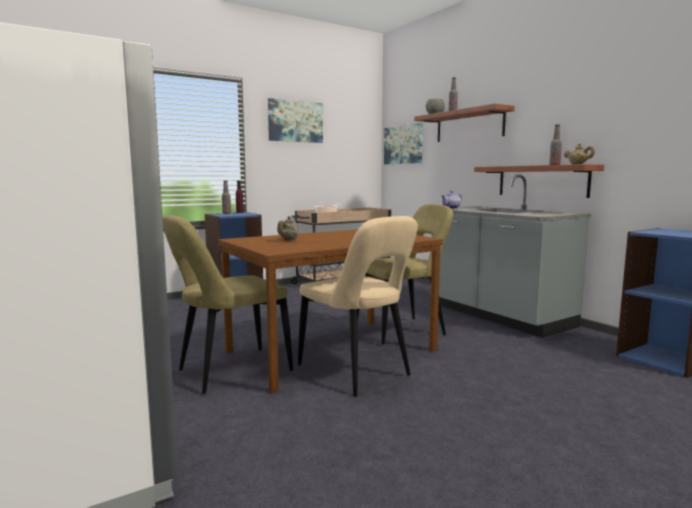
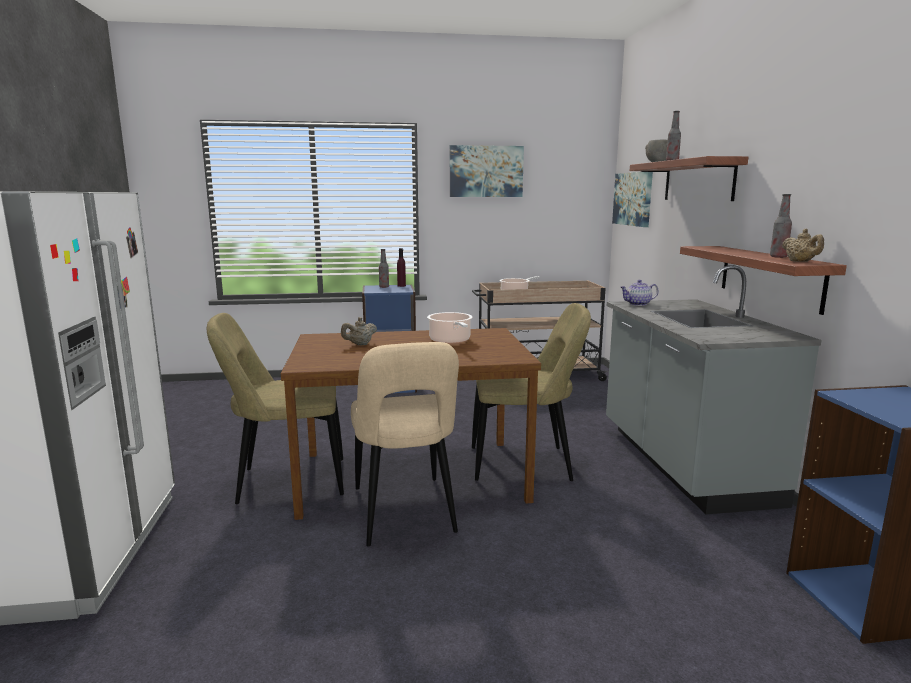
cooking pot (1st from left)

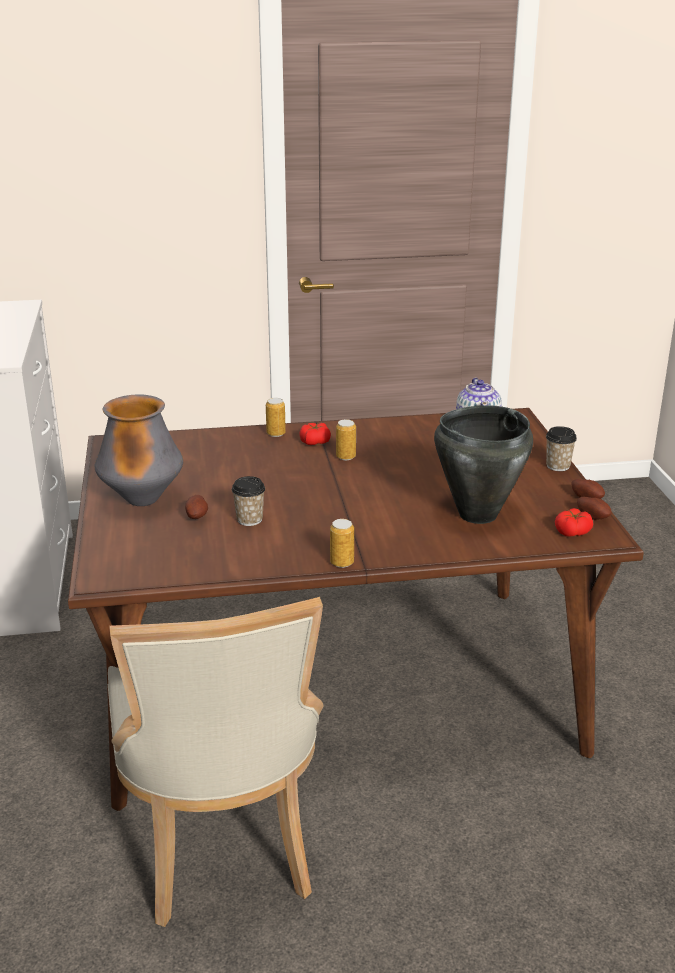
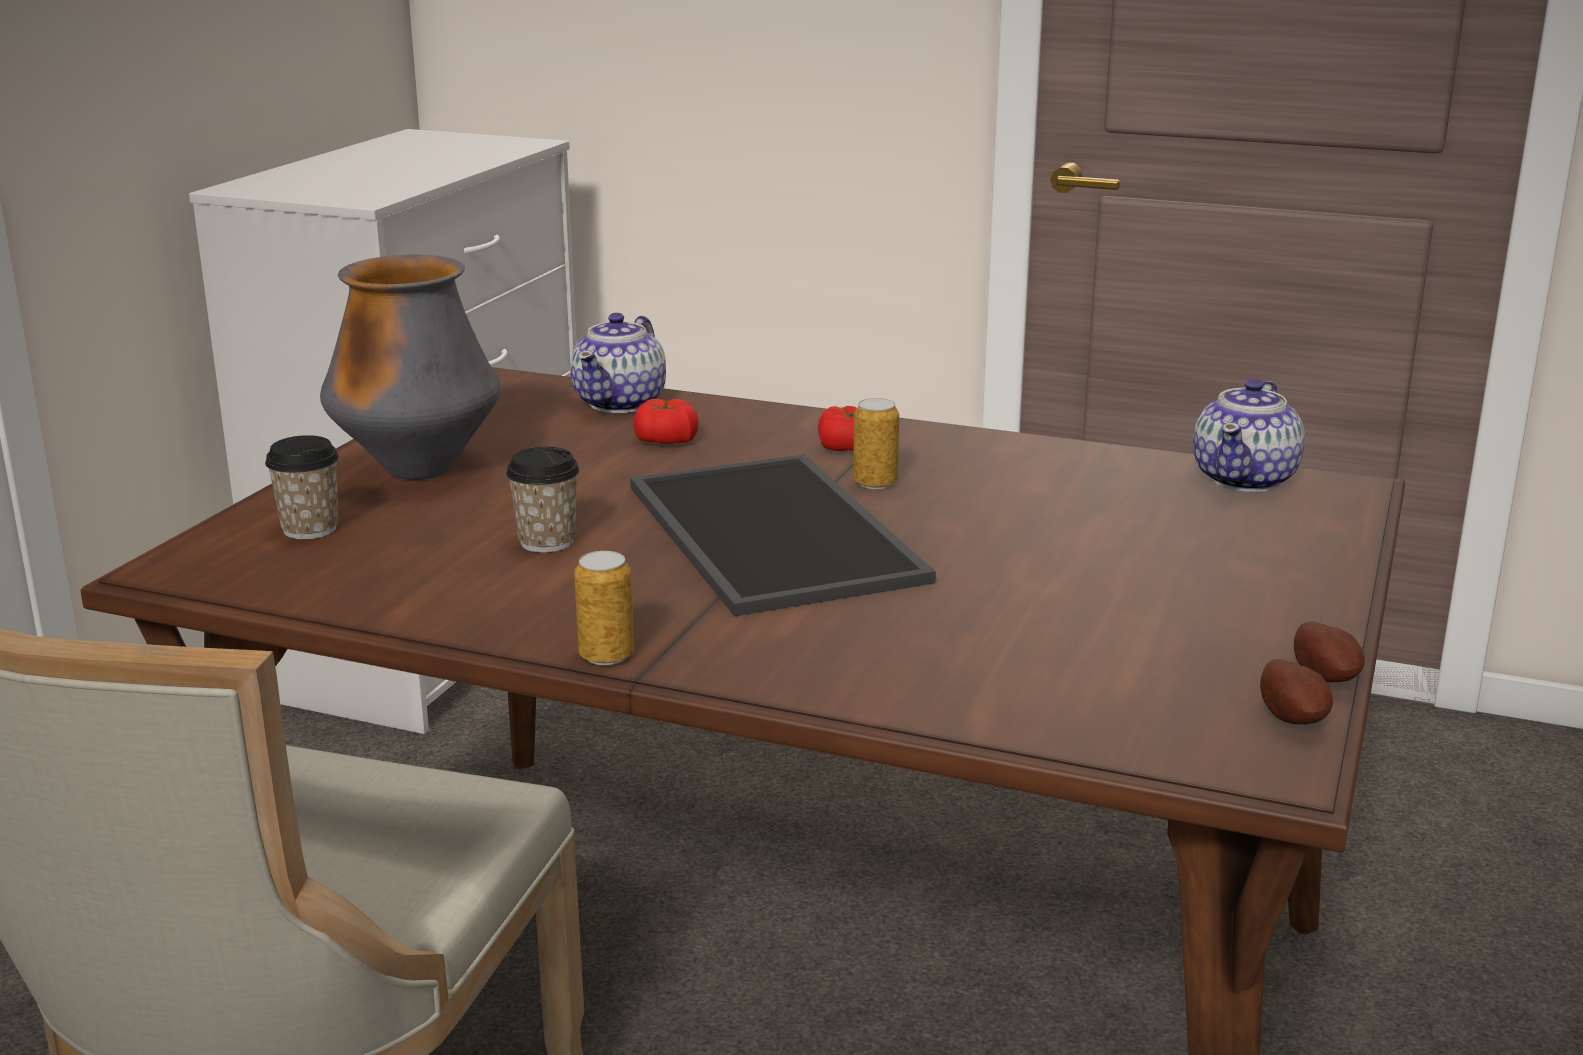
potato (1st from left in the first image)
can (1st from left in the first image)
black cooking pot
teapot (1st from left)
tray
cup (1st from left)
tomato (1st from left)

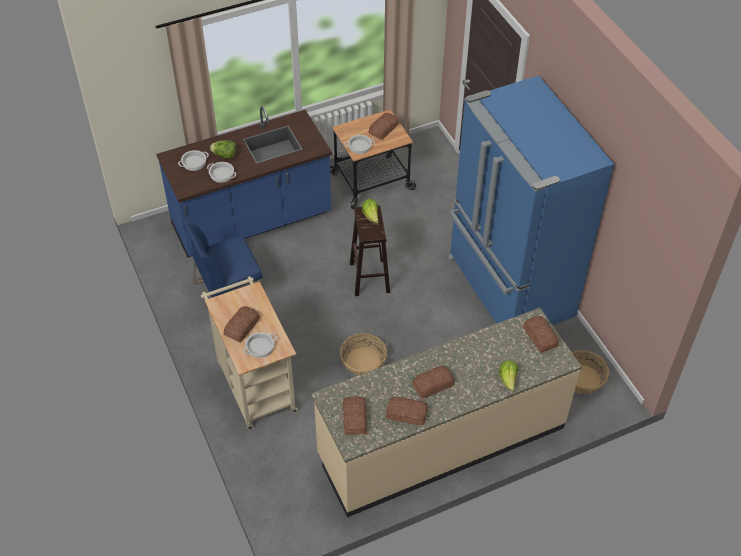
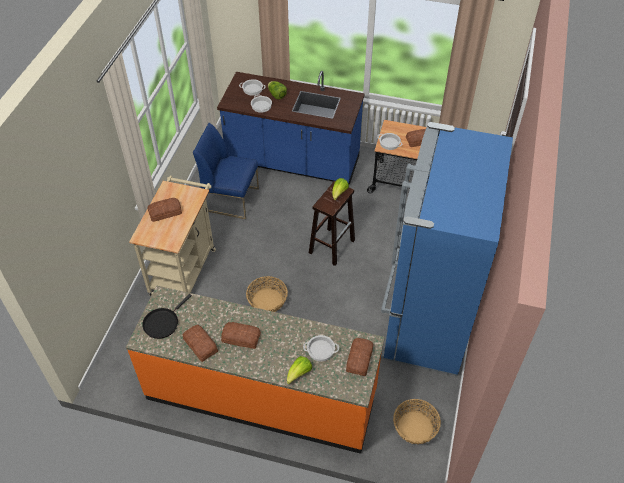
cooking pot (3rd from left)
black frying pan
orange counter

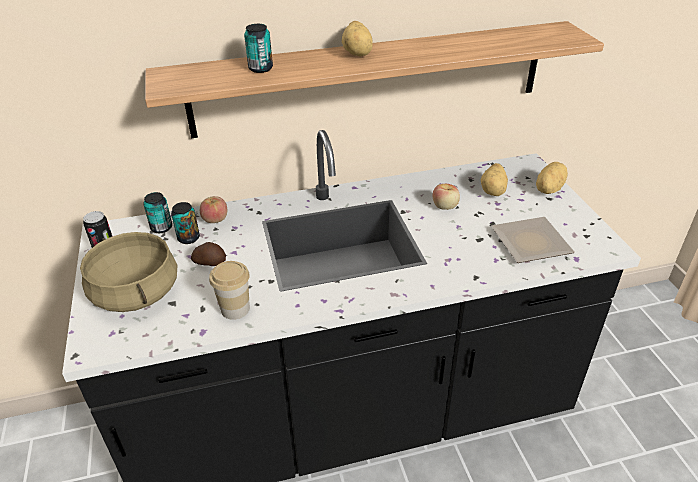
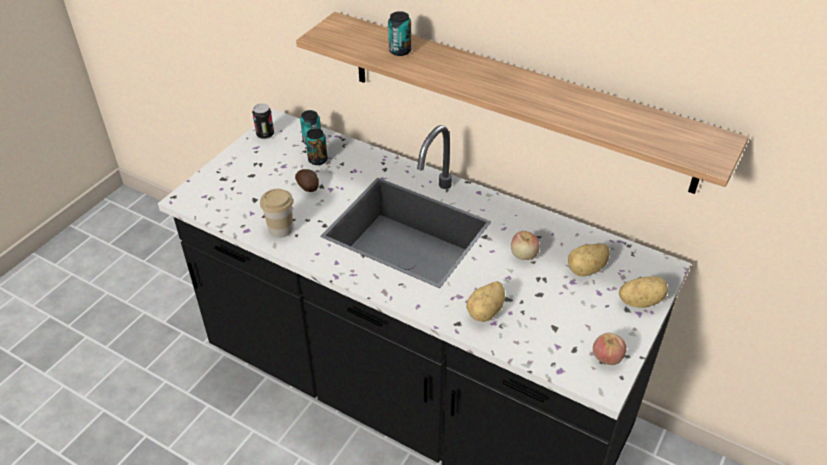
beige cooking pot
plate
apple (2nd from left)
potato (2nd from left)

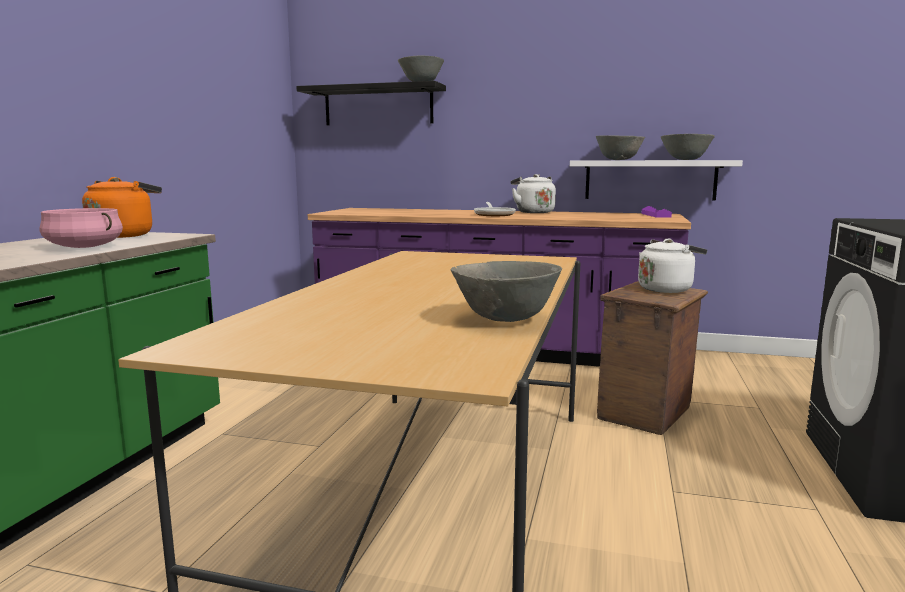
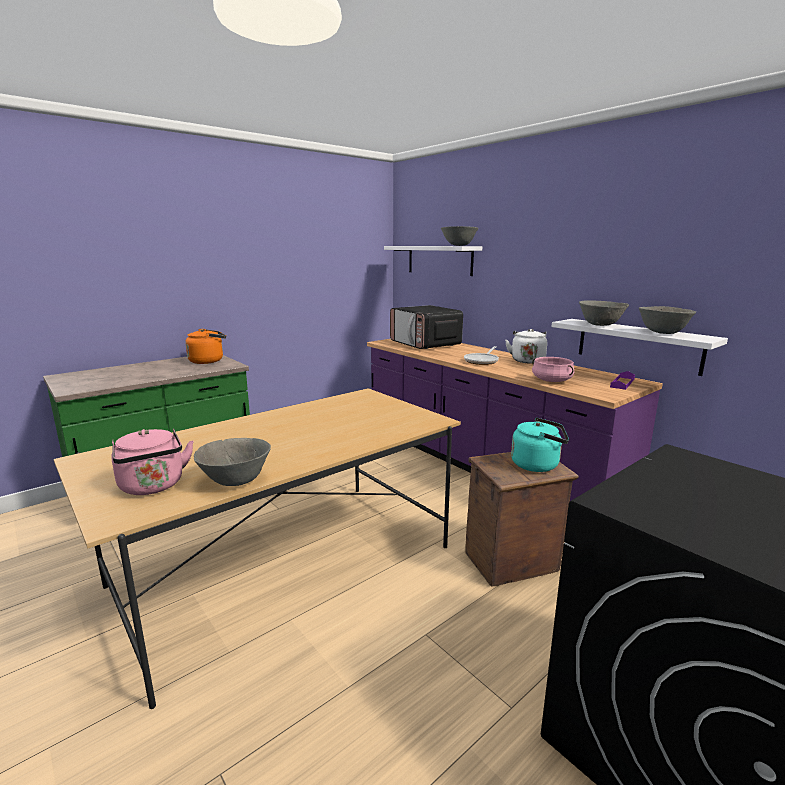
pink kettle
microwave
pink cooking pot
white shelf (1st from left)
turquoise kettle

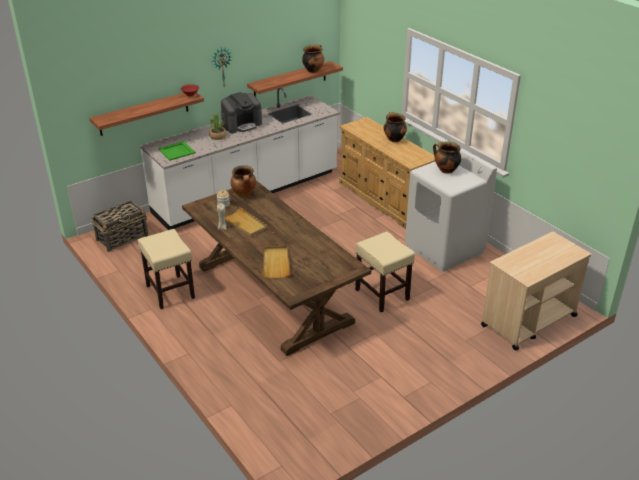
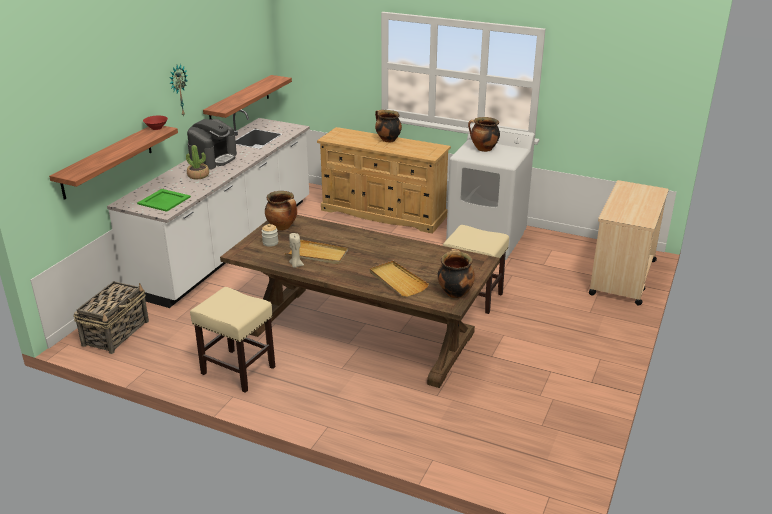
cooking pot (3rd from left)

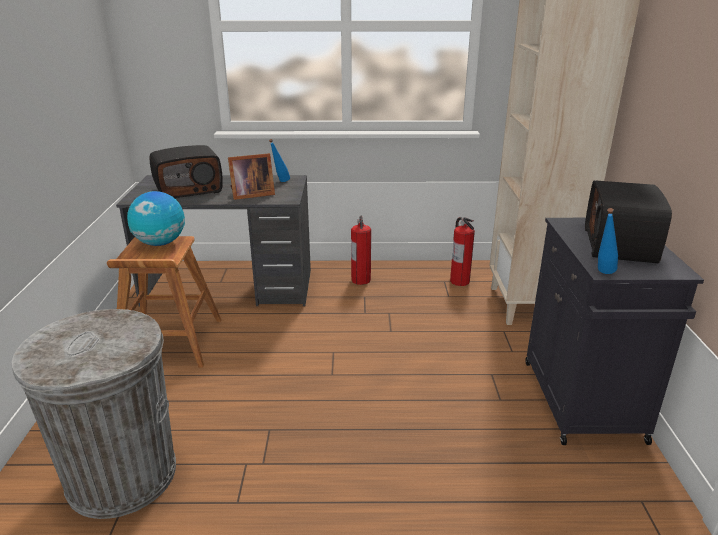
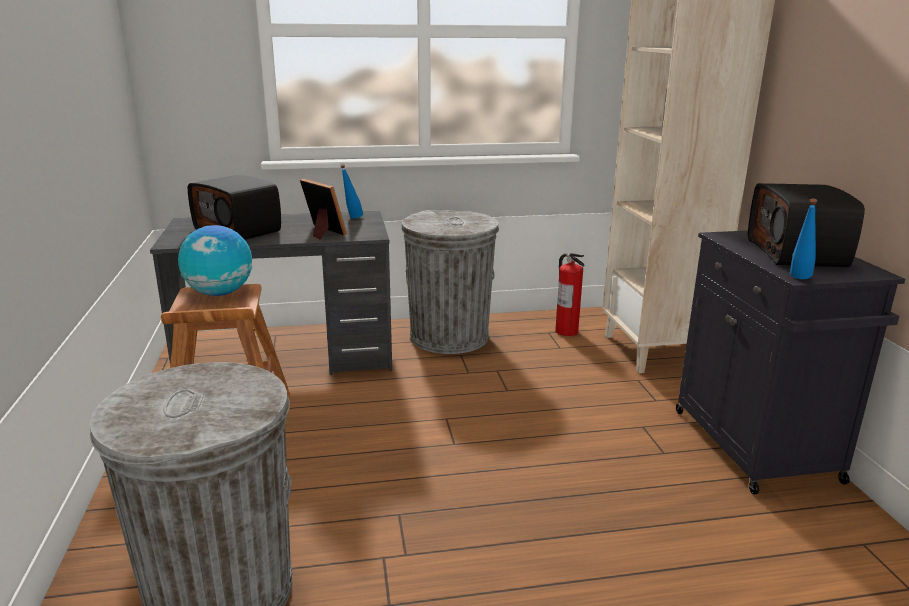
grey trash can (2nd from left)
radio (1st from left)
picture frame

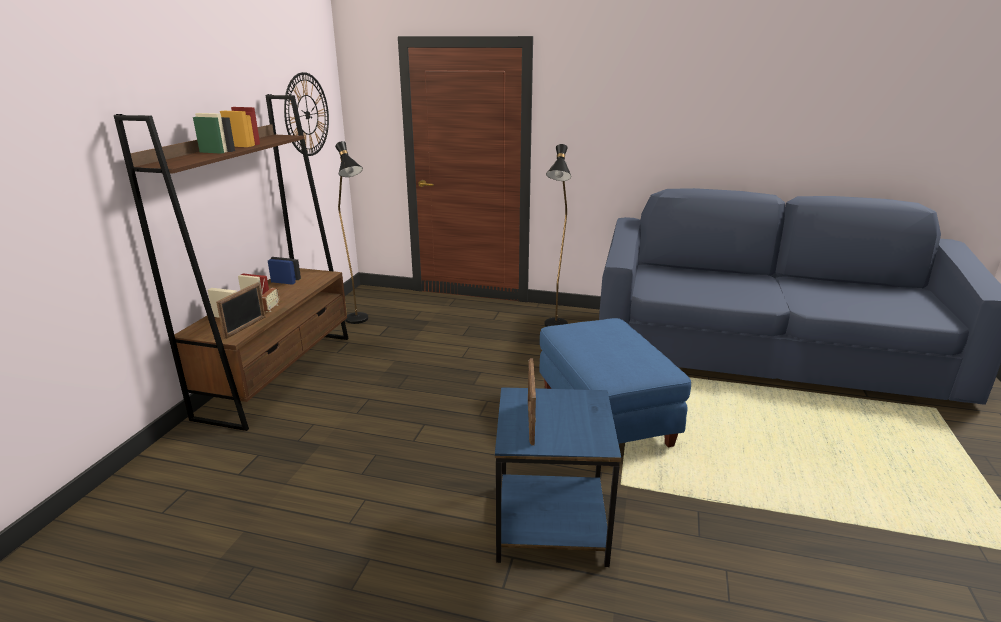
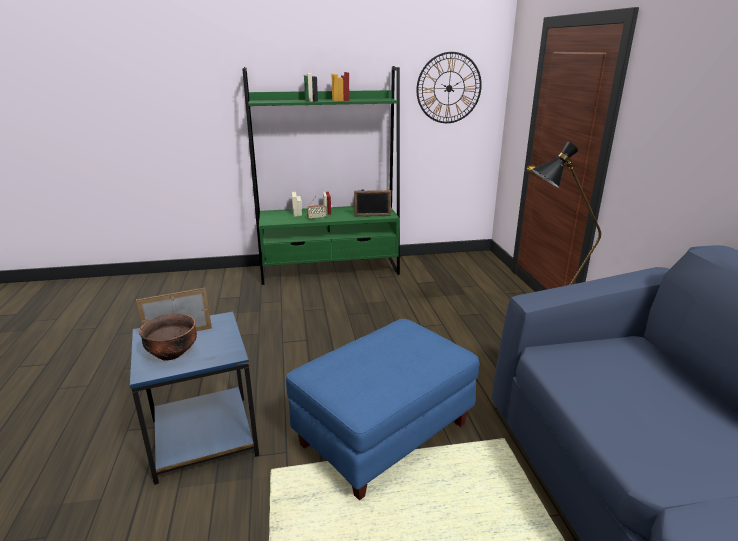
black floor lamp (1st from left in the first image)
brown bowl
picture frame (2nd from left)
green bookcase

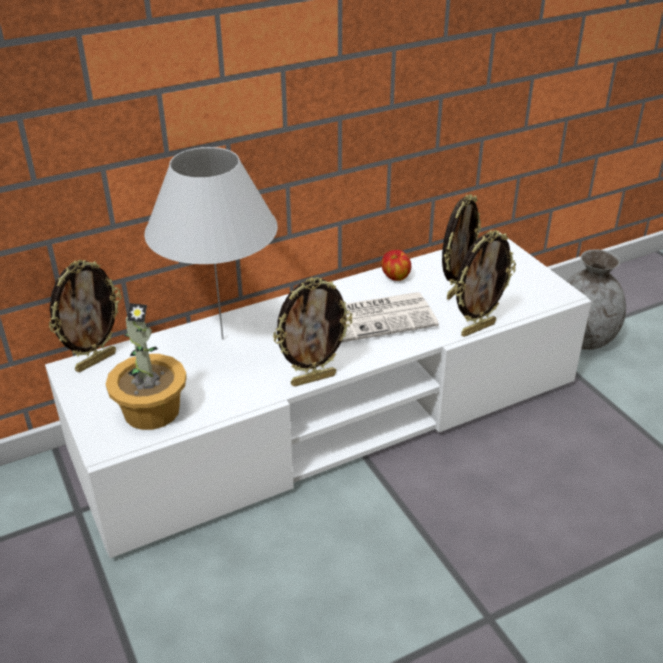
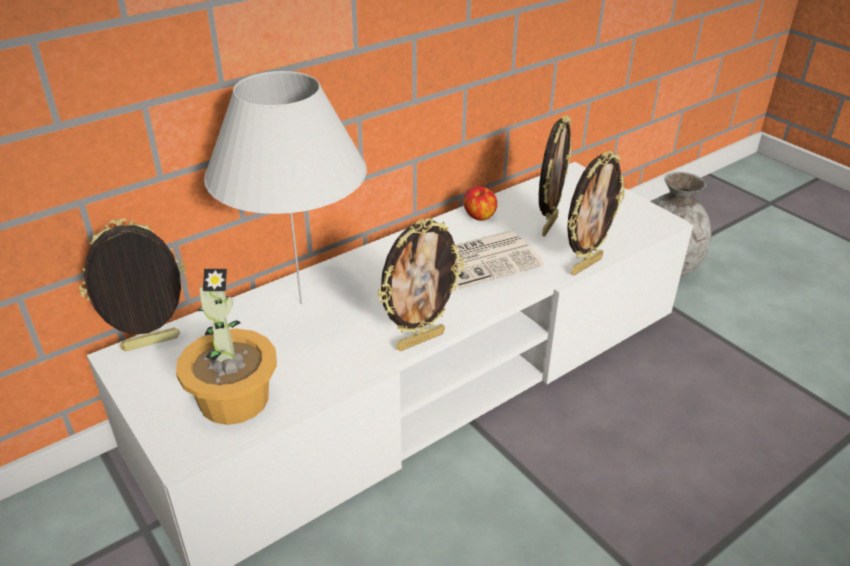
picture frame (1st from left)

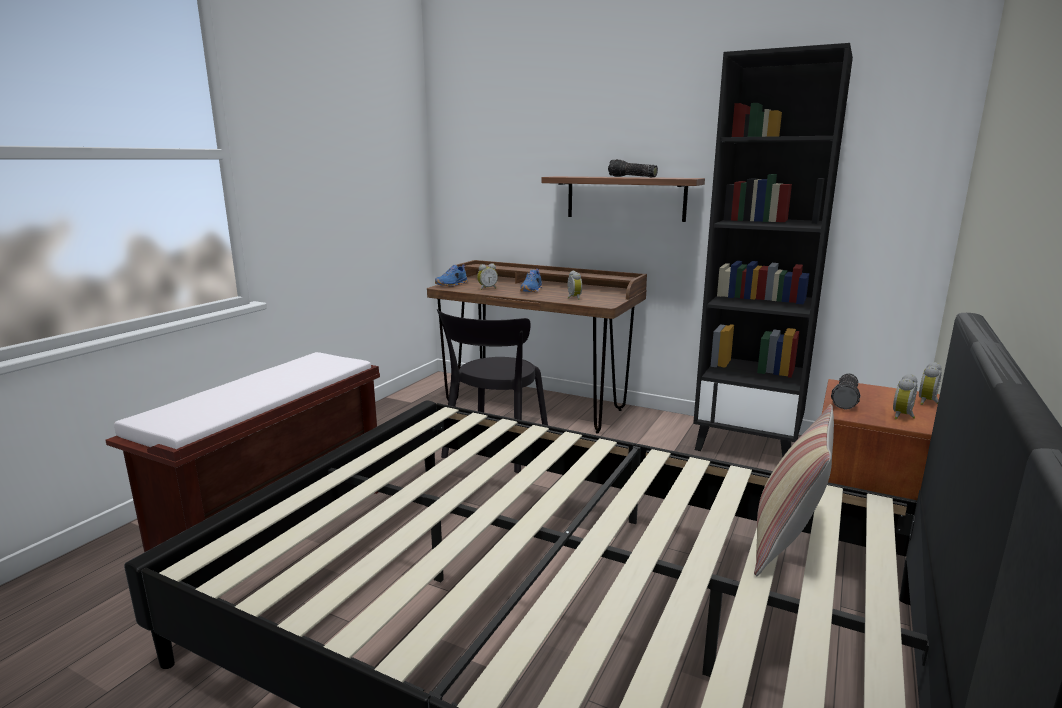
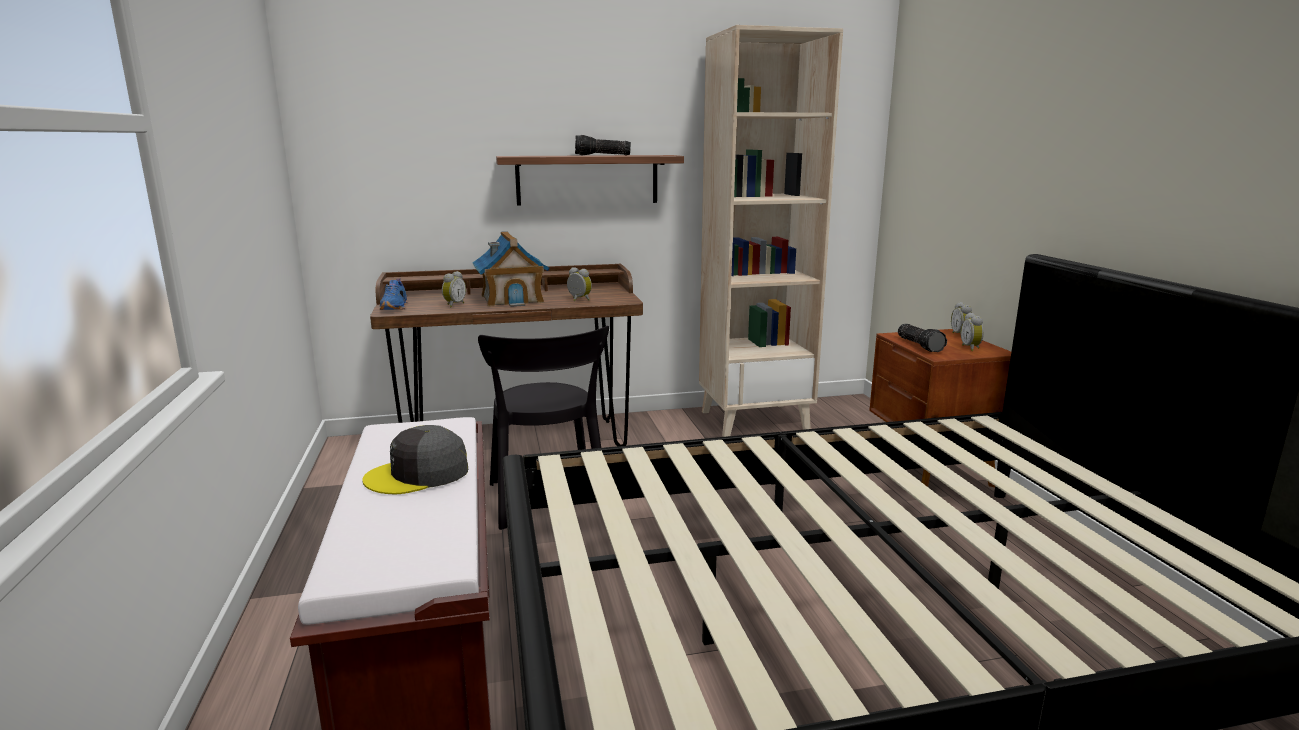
pillow
grey cap
toy house
beige bookcase

